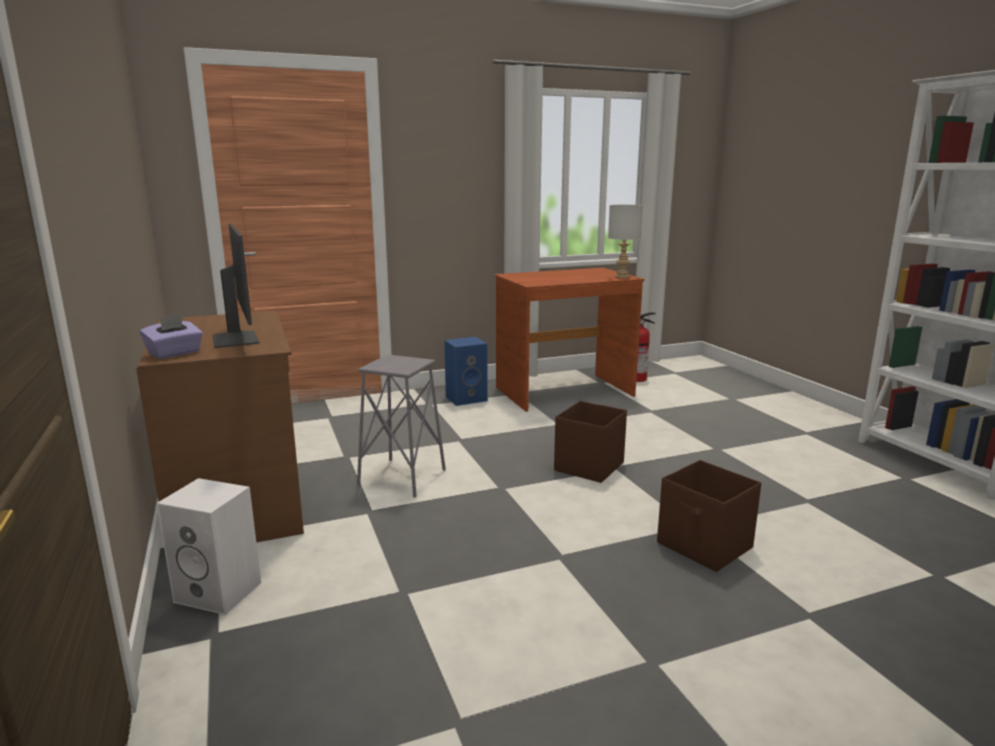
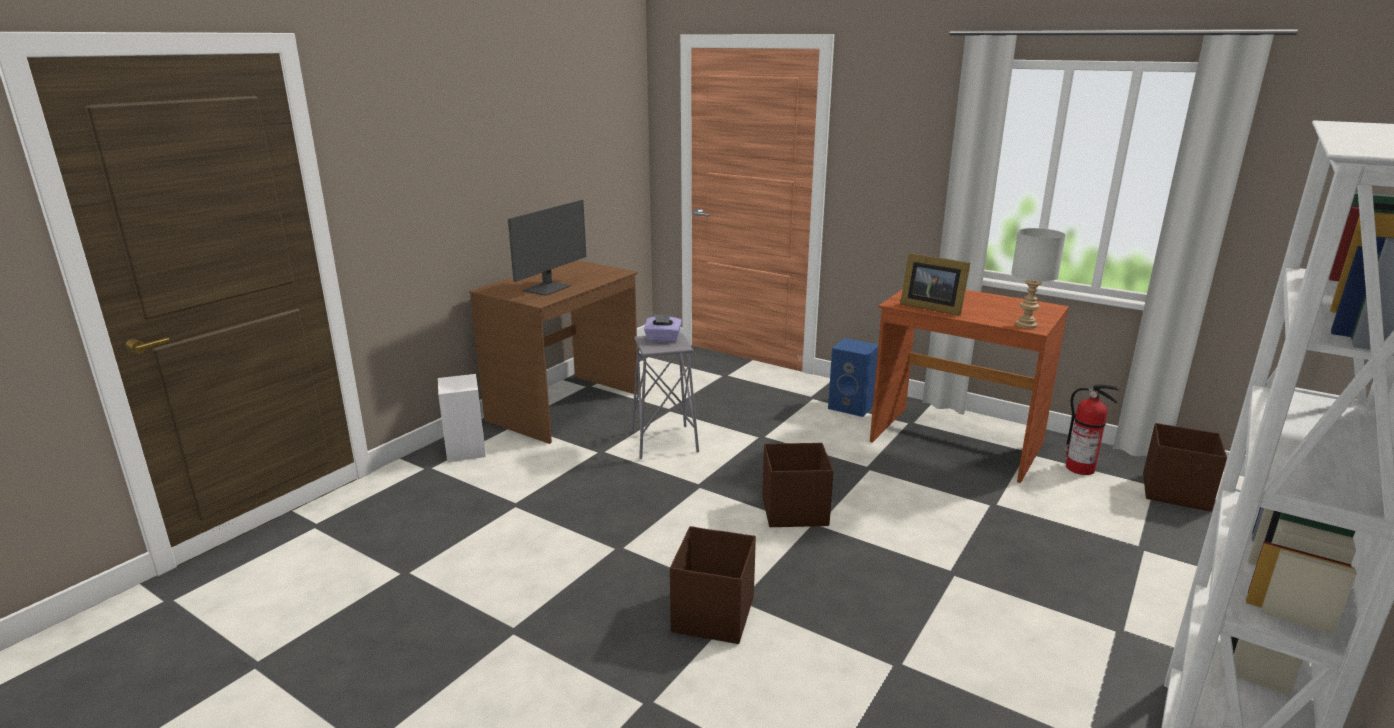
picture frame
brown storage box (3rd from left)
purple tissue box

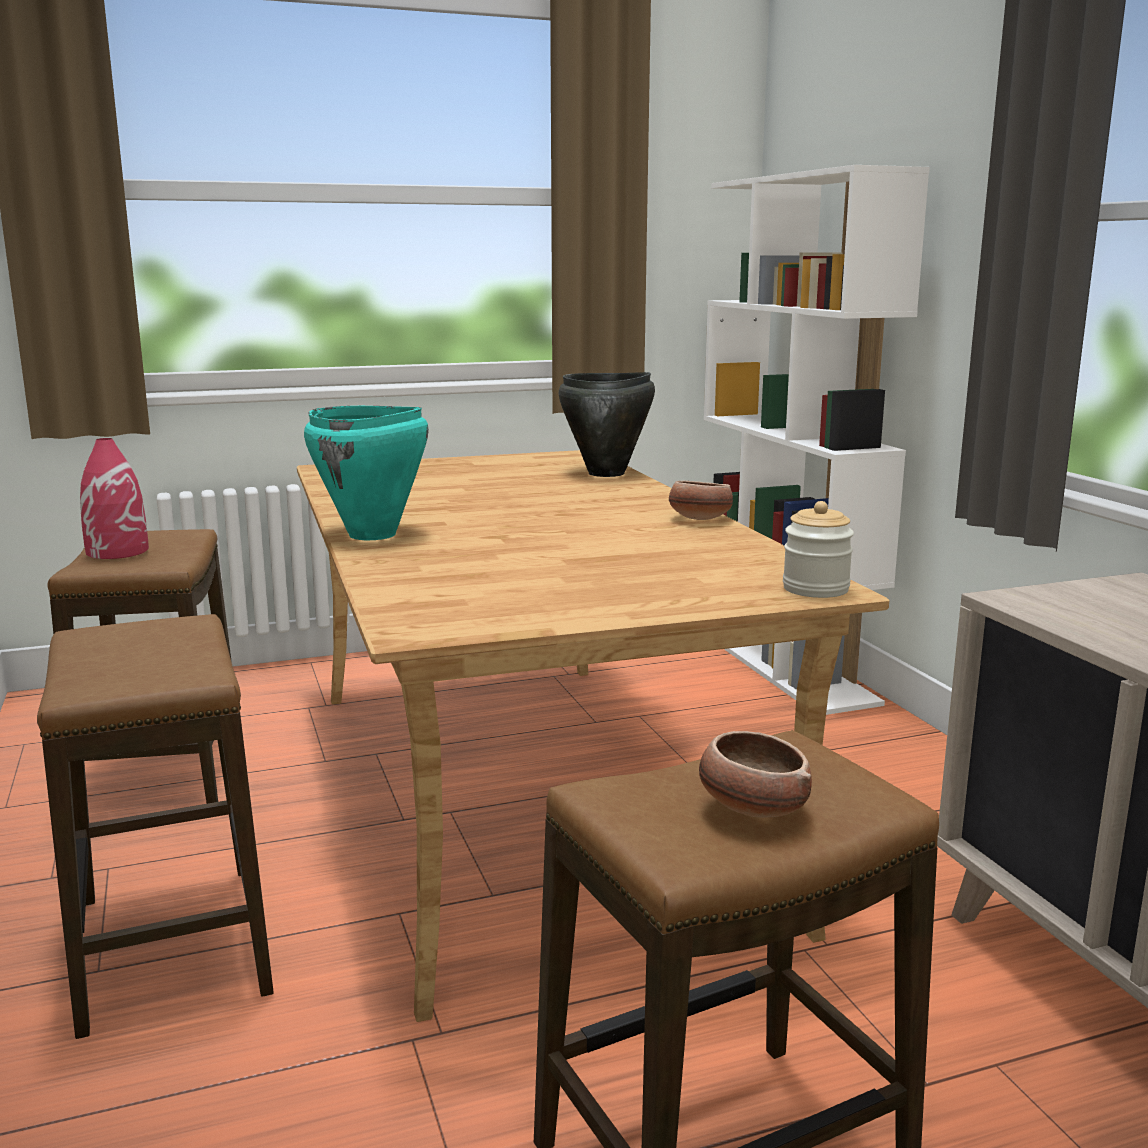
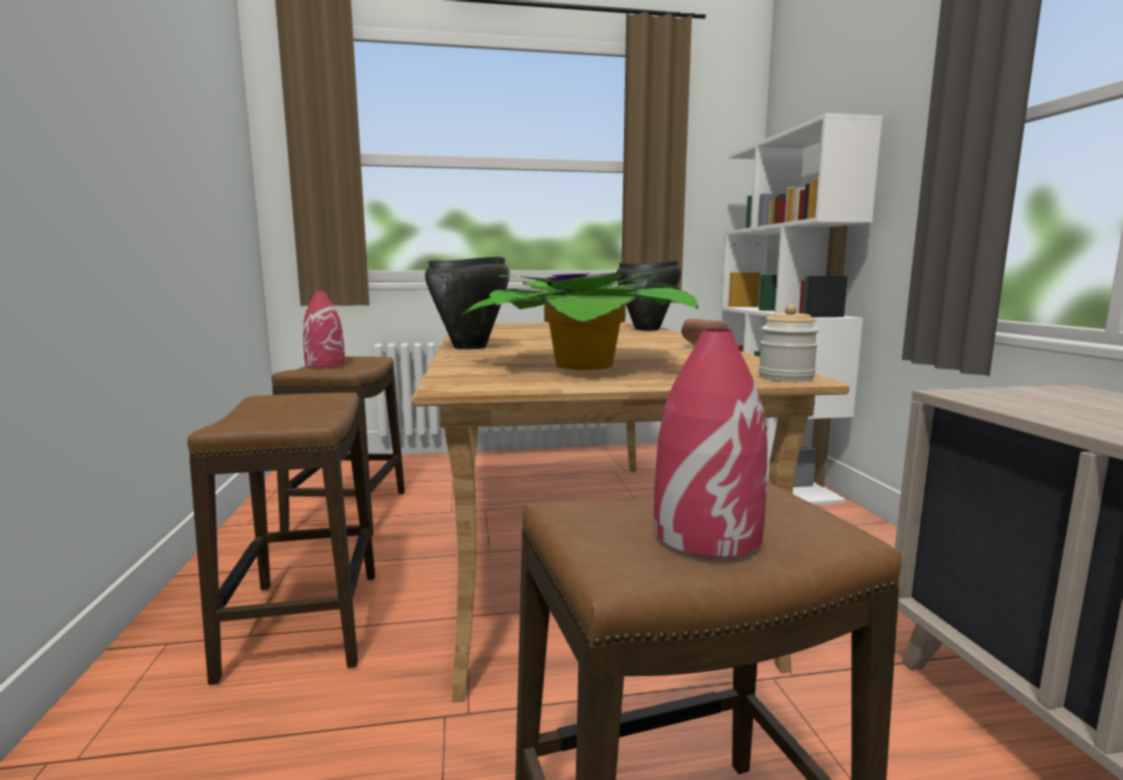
potted plant
red vase (2nd from left)
black cooking pot (1st from left)

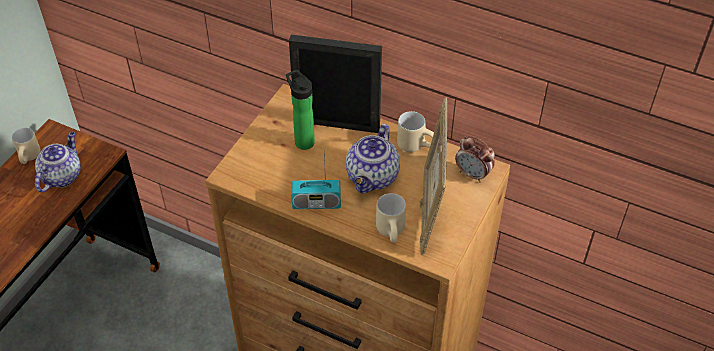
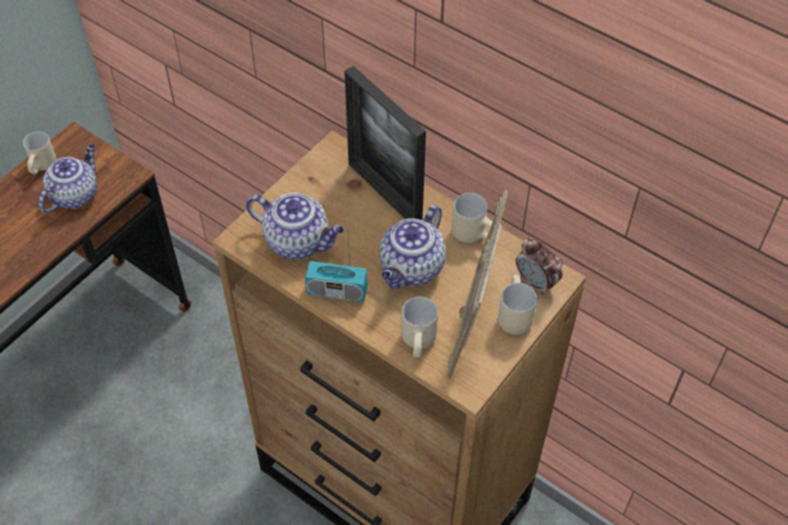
bottle
teapot (2nd from left)
beige mug (4th from left)
picture frame (1st from left)

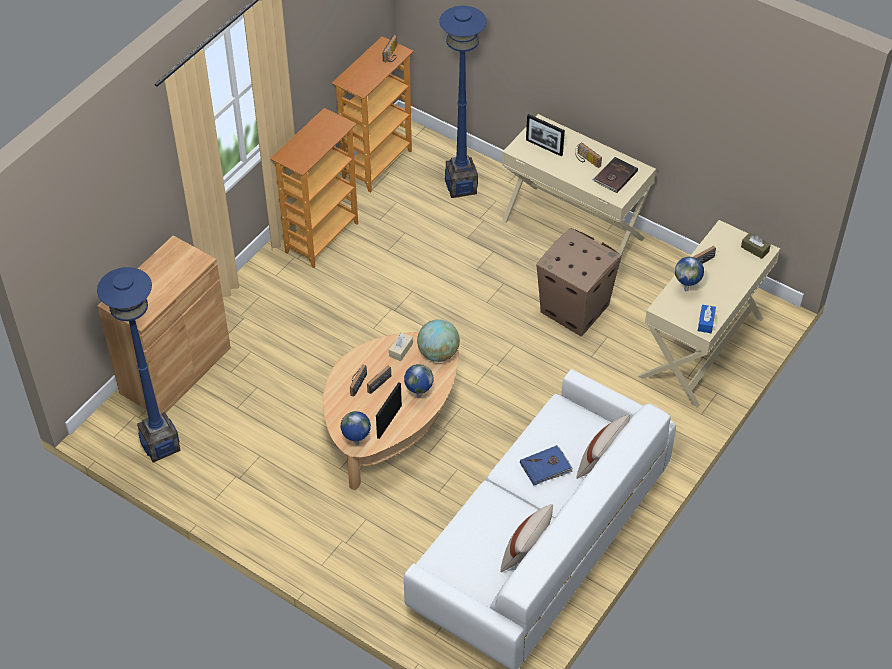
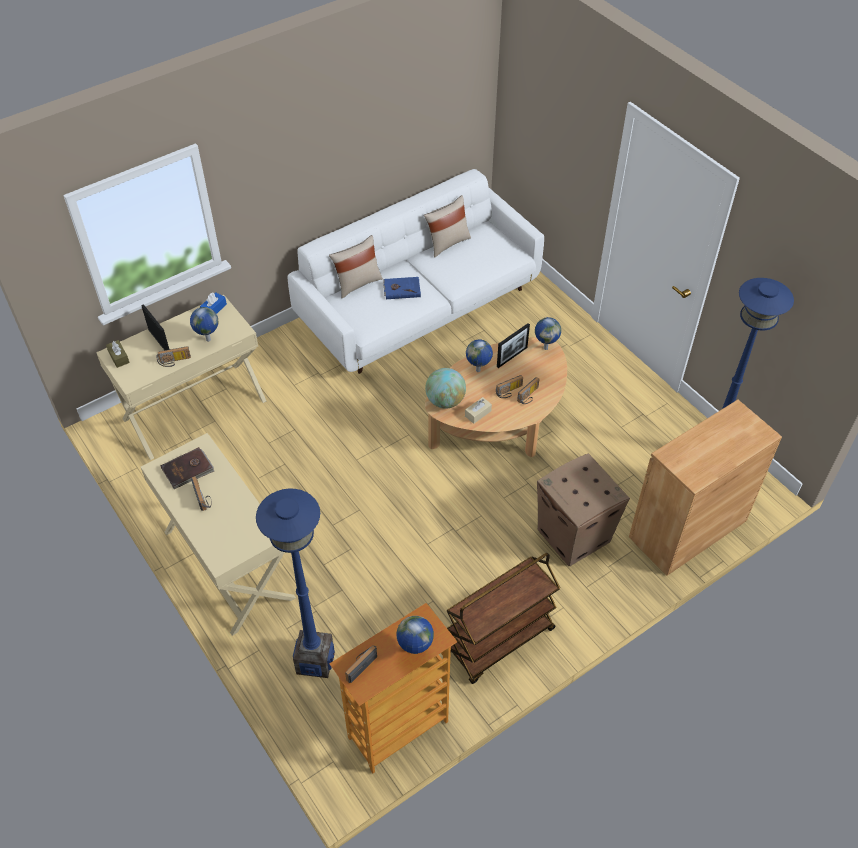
globe (2nd from left)
picture frame (1st from left)
cardboard box
brown cart

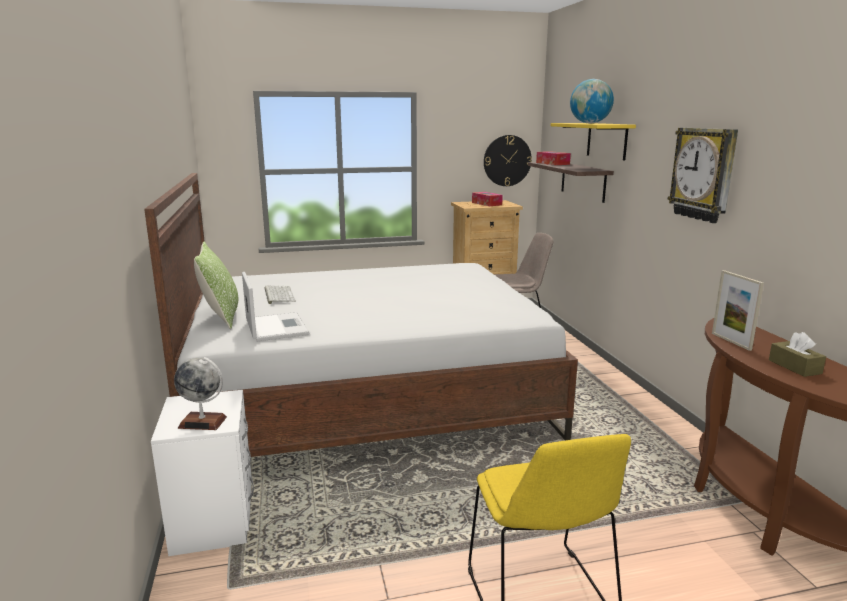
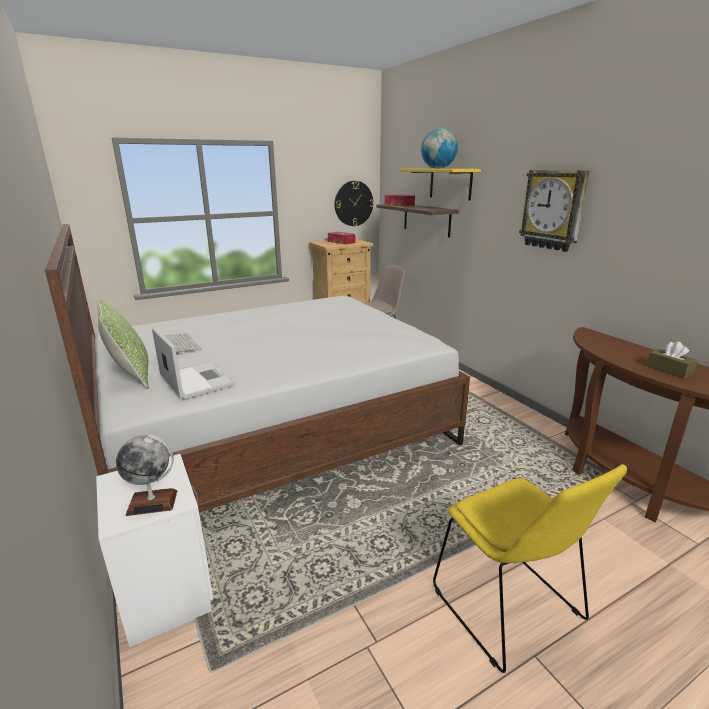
picture frame

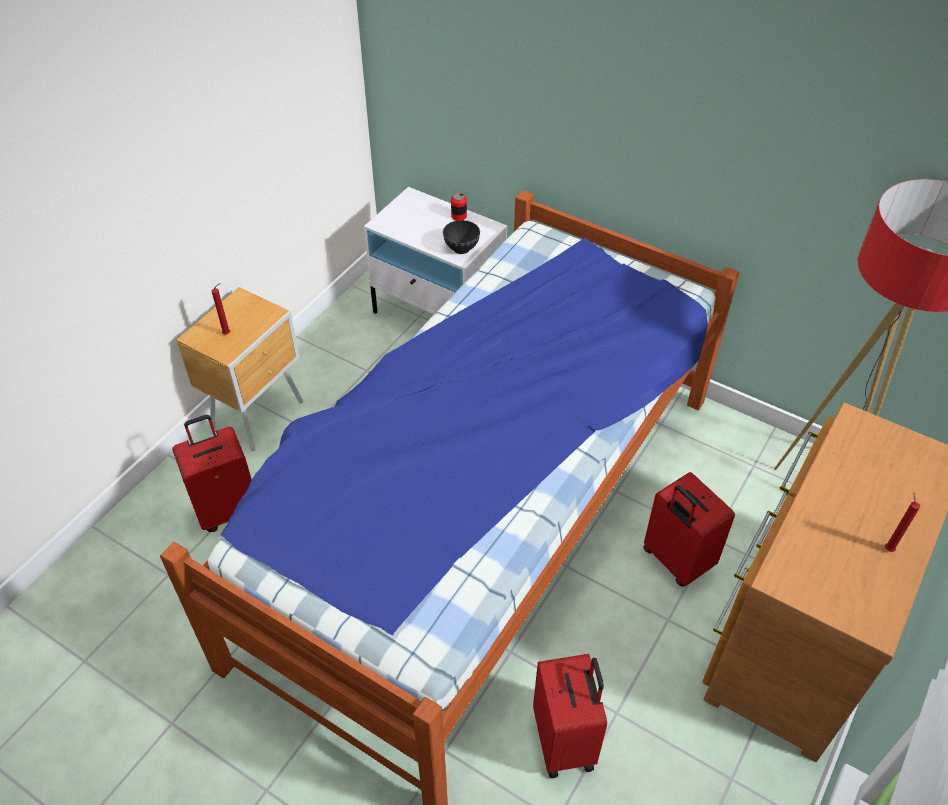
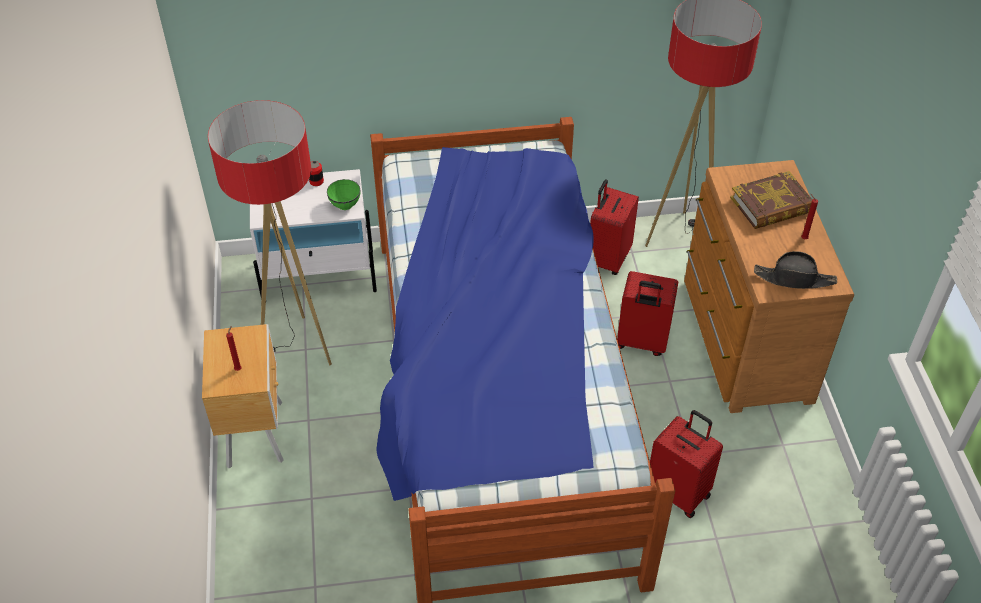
floor lamp (1st from left)
book
black hat
red suitcase (1st from left)
green bowl

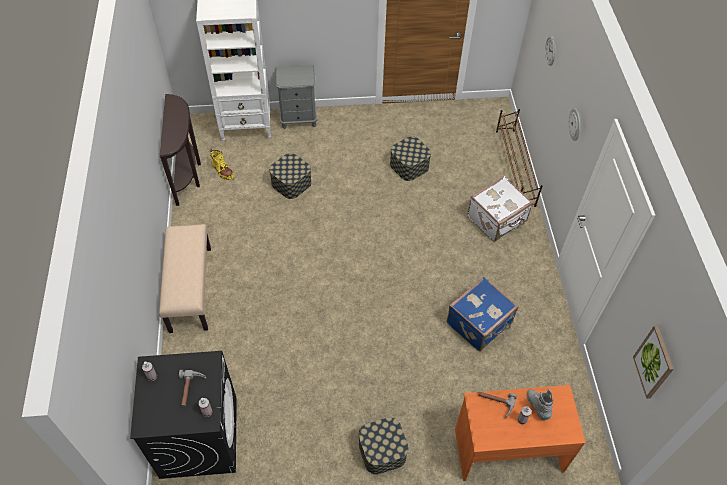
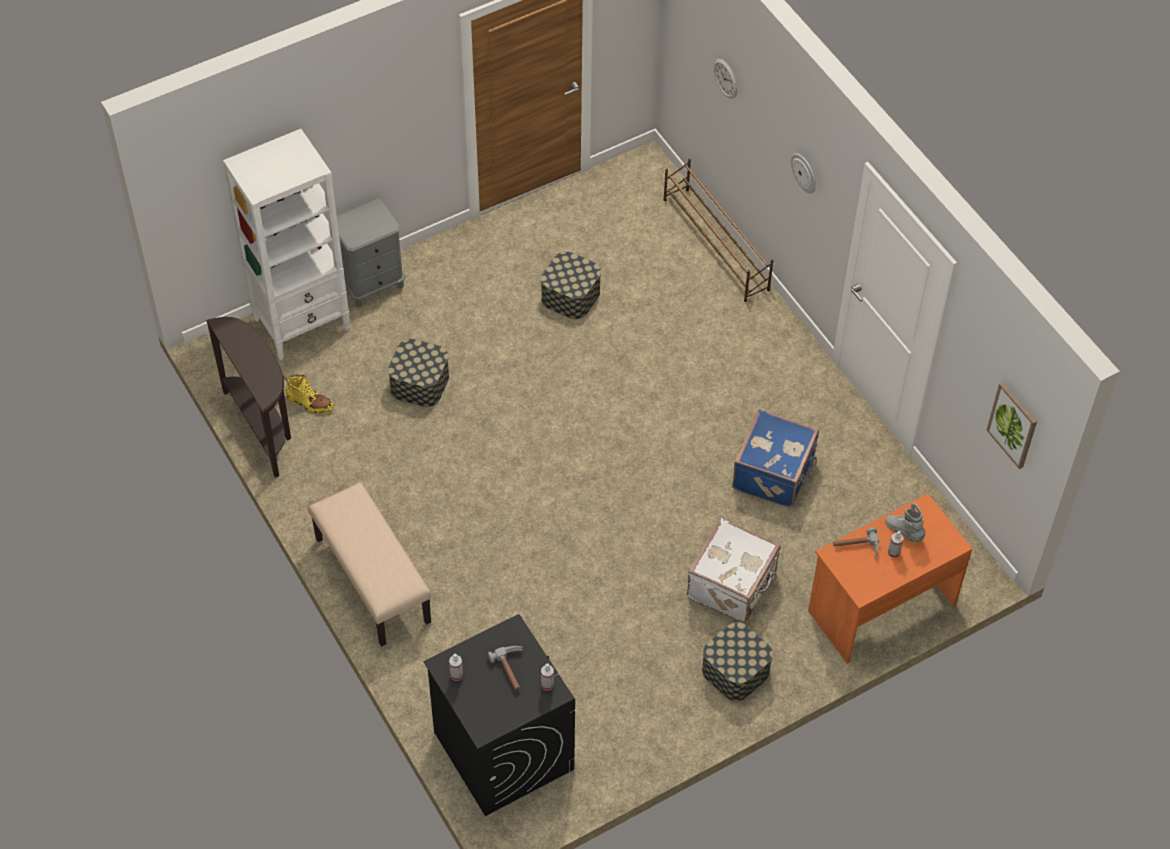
white suitcase

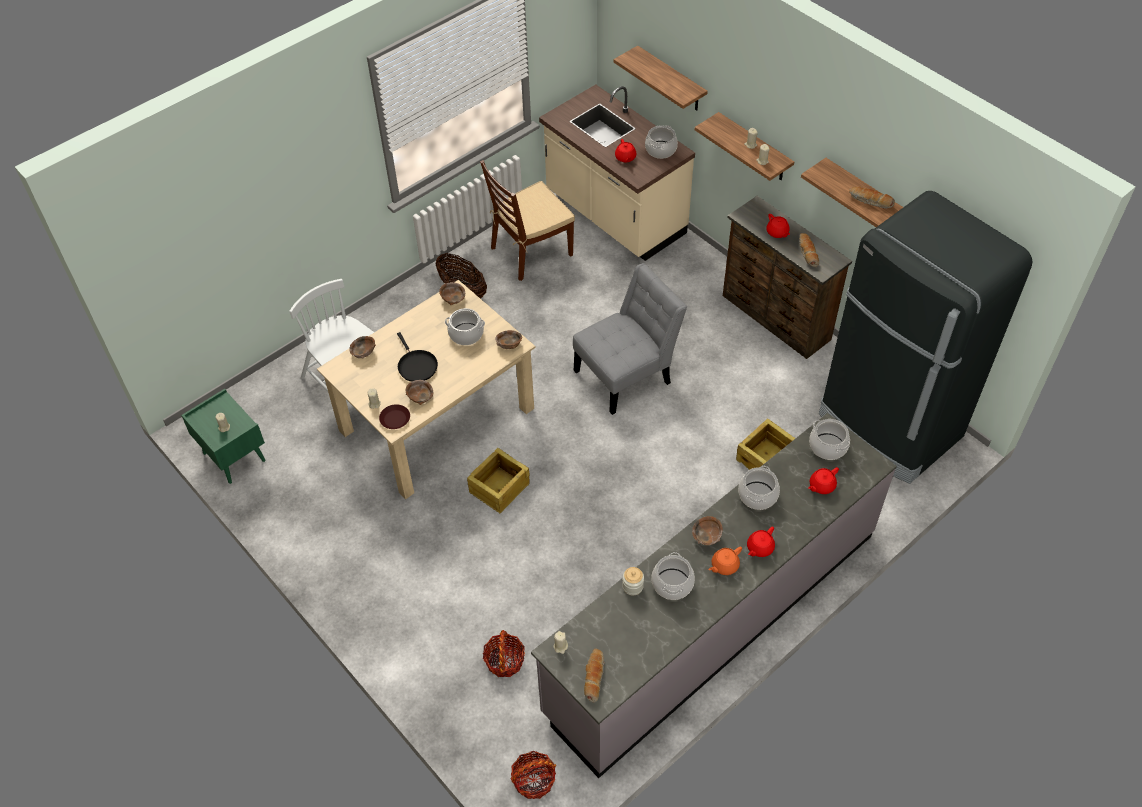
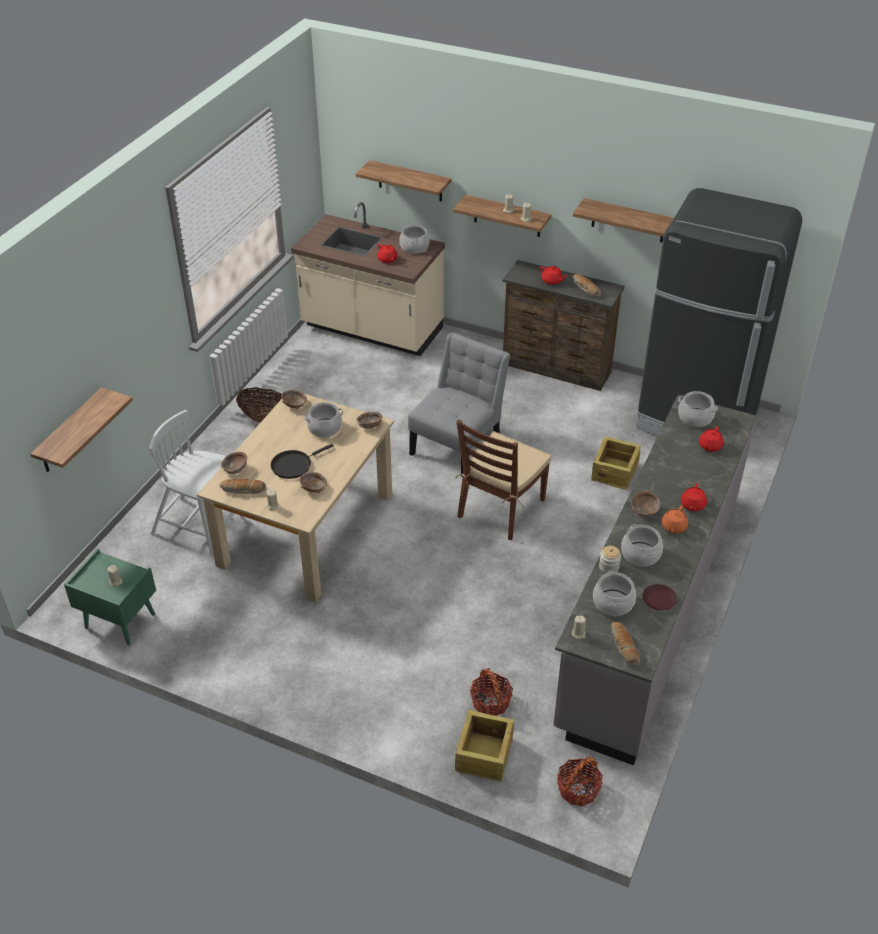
shelf (1st from left)
brown plate
crate (1st from left)
brown chair
cooking pot (3rd from left)
bread (1st from left)
black frying pan

